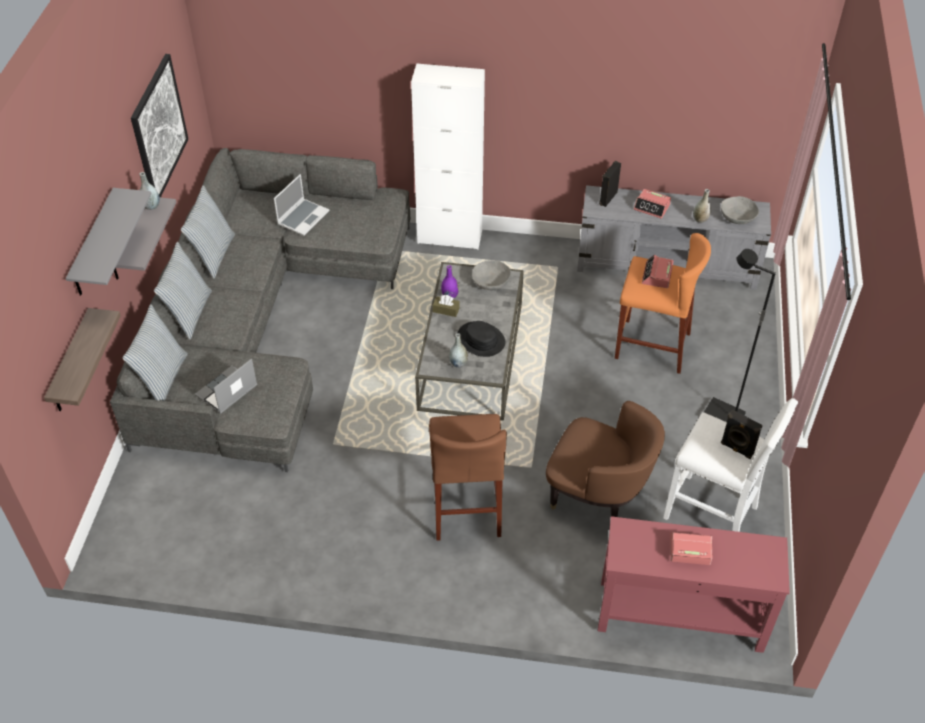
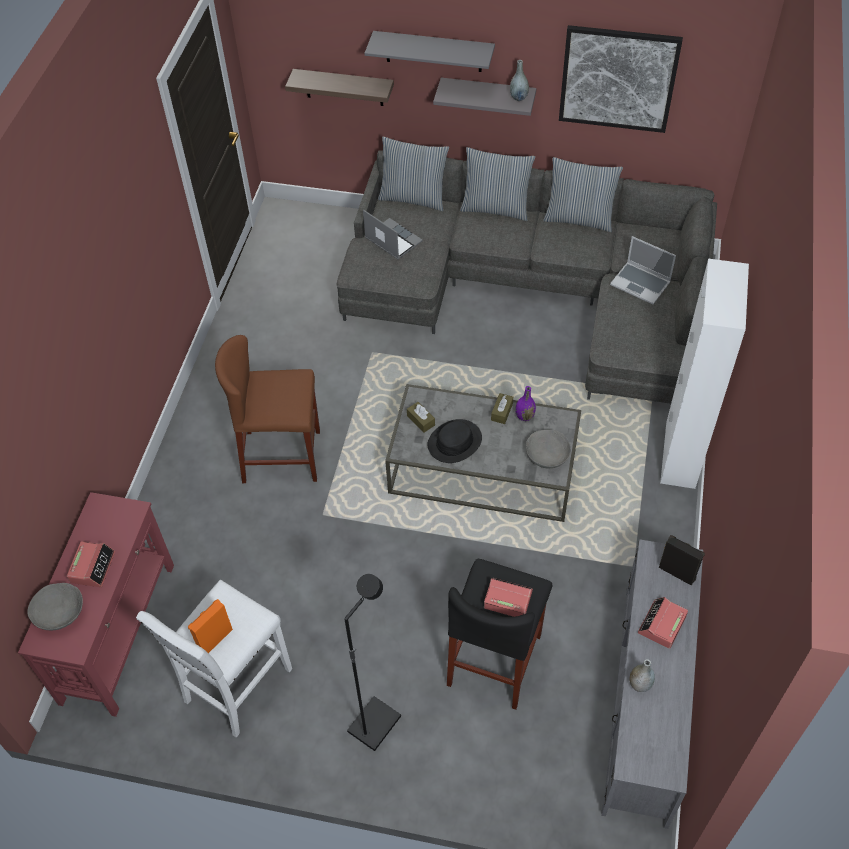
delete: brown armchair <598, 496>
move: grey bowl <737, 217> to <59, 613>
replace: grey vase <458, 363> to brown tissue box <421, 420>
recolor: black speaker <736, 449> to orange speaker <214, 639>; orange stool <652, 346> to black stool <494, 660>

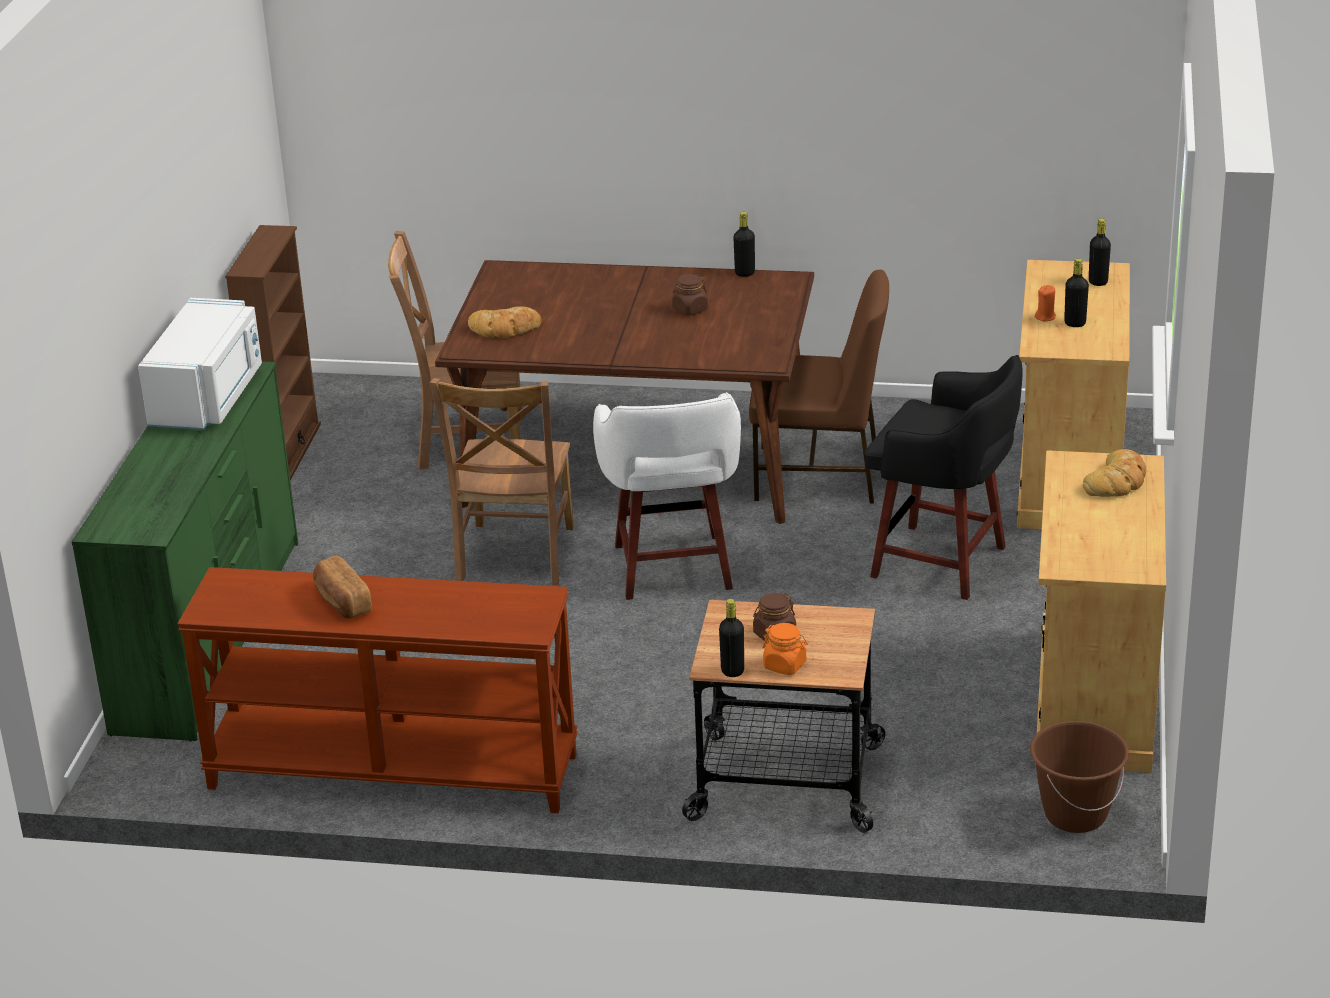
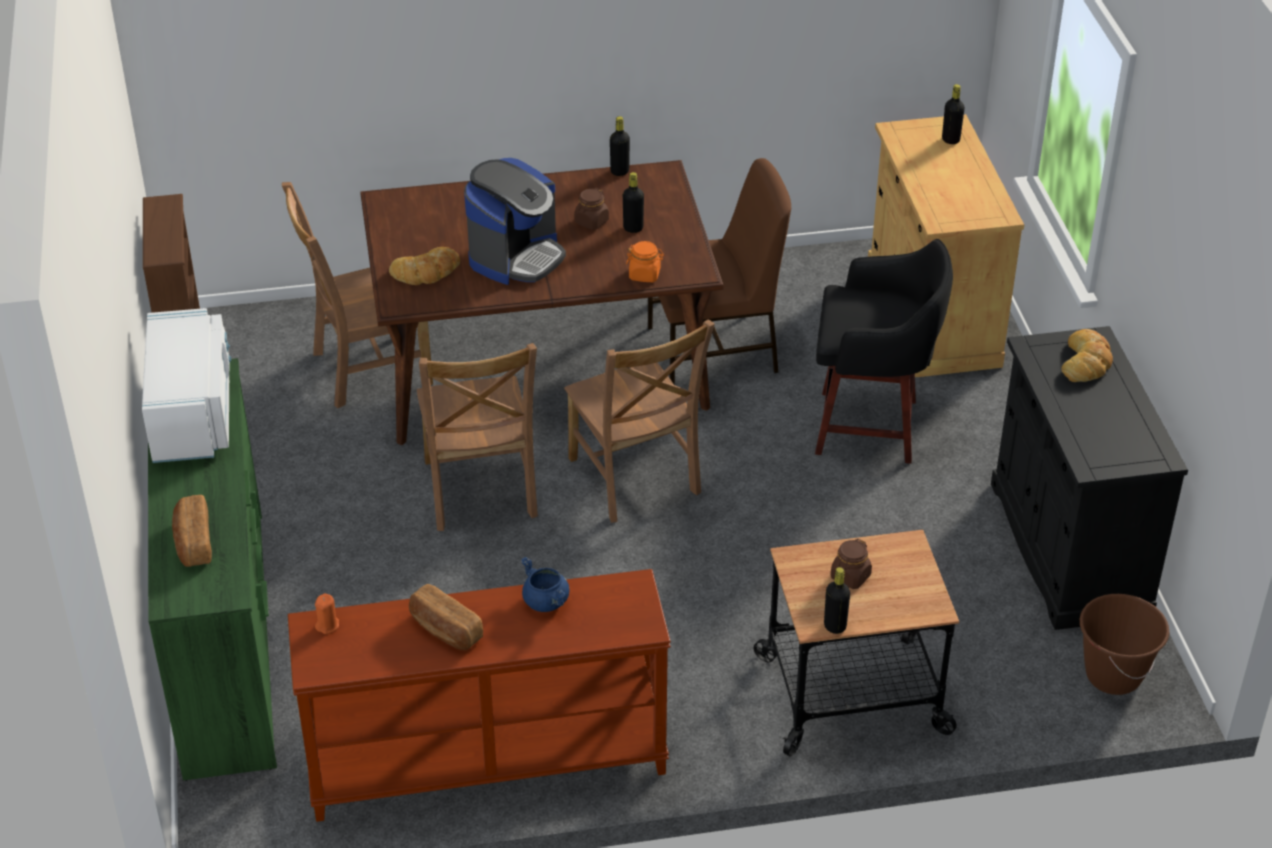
insert: bread <193, 542>; coffee machine <516, 257>; blue cooking pot <546, 602>
move: orange candle <1045, 317> to <327, 625>; black bottle <1075, 323> to <633, 228>; orange jar <785, 665> to <645, 275>
replace: white stool <673, 570> to brown chair <635, 479>
recolor: beige cabinet <1093, 698> to black cabinet <1068, 548>

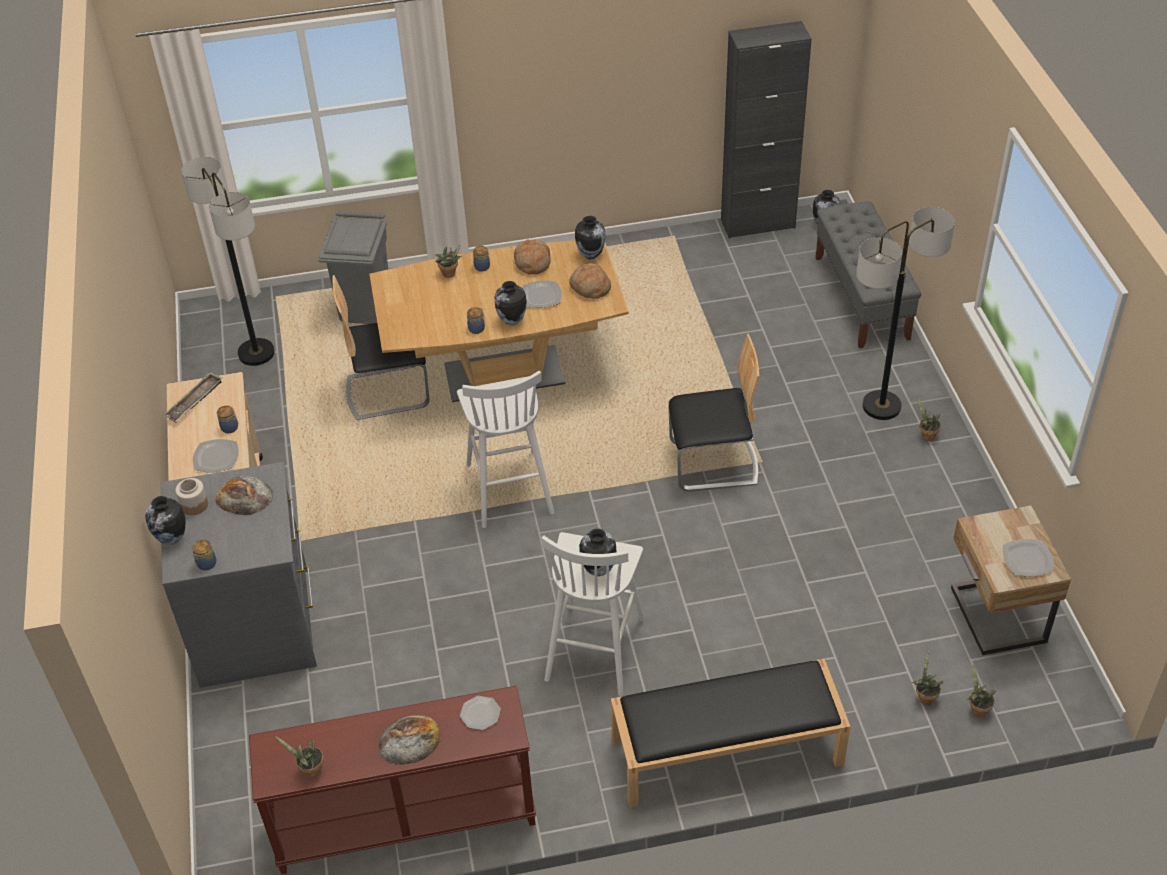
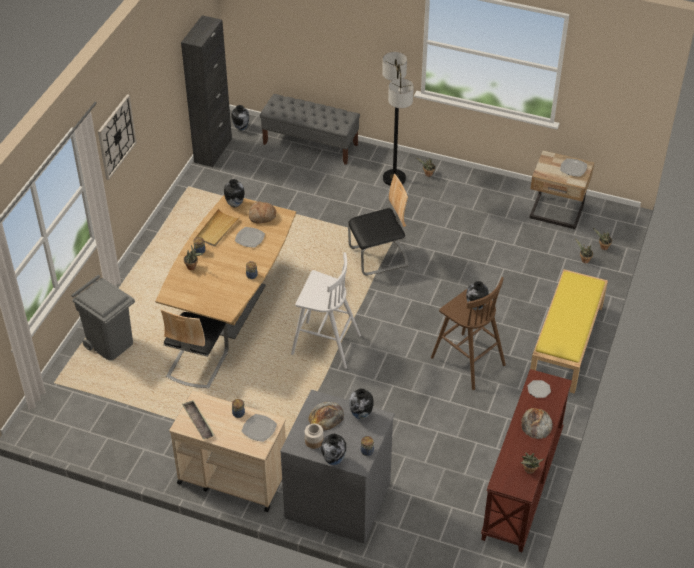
delete: floor lamp <256, 353>
insert: wall clock <116, 136>
move: vase <511, 321> to <361, 415>
replace: bread <532, 262> to beige tray <217, 229>
recolor: white stool <596, 647> to brown stool <466, 360>; black bench <725, 752> to yellow bench <566, 343>
rotate: chair <713, 463> = <379, 257> 45 degrees clockwise

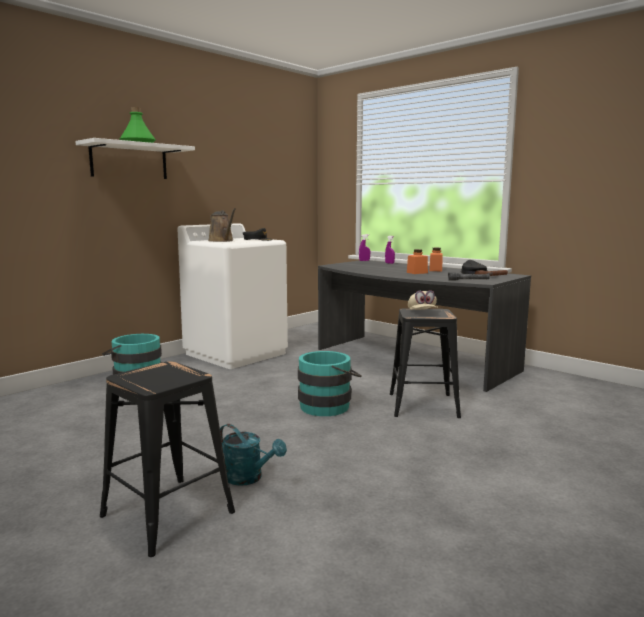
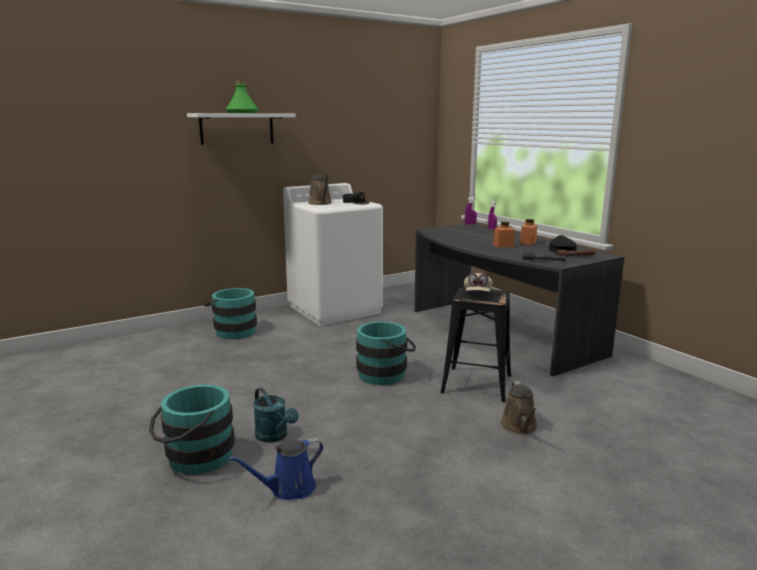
insert: blue watering can <289, 489>; brown watering can <519, 427>
replace: black stool <166, 514> to turquoise bucket <194, 458>

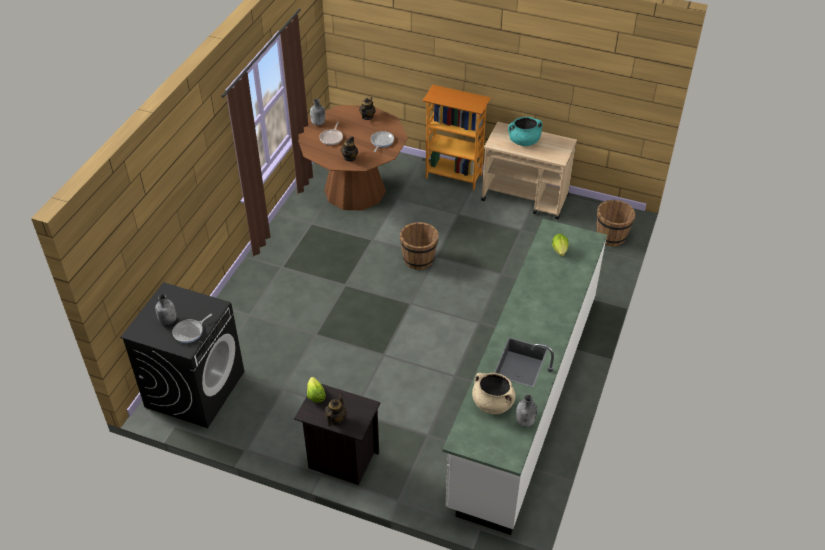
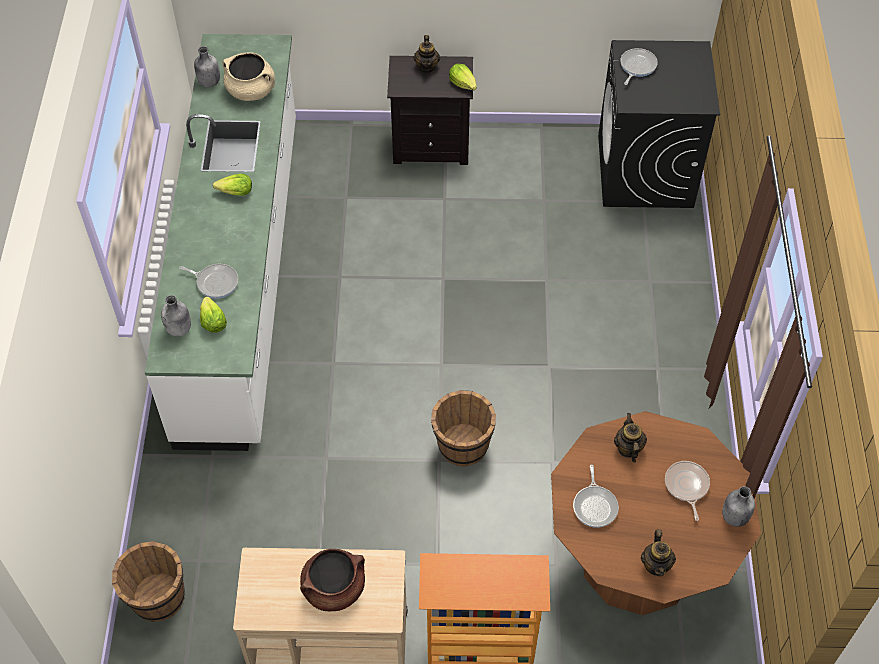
insert: frying pan <215, 282>; lettuce <235, 192>
move: grey bottle <168, 320> to <179, 329>
recolor: turquoise cooking pot <524, 141> to brown cooking pot <334, 588>

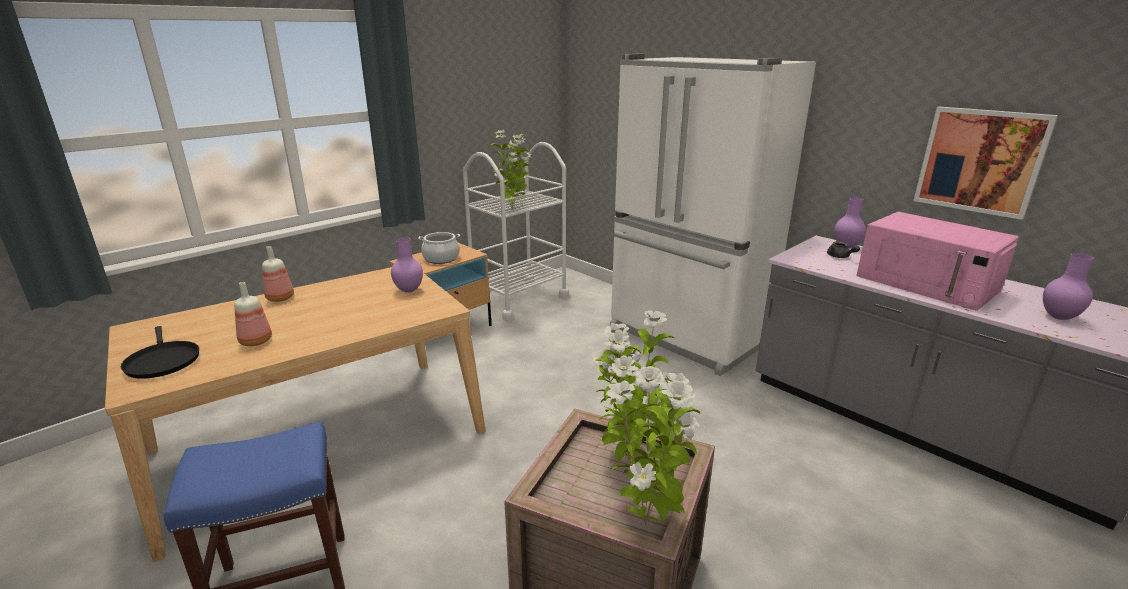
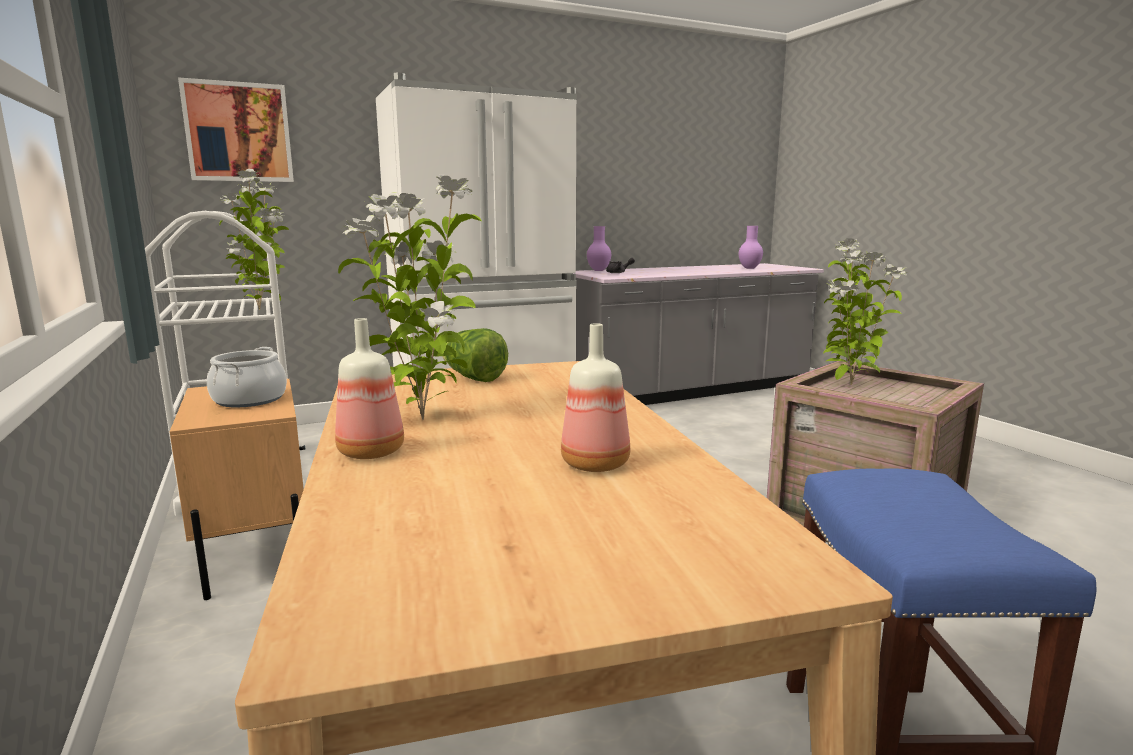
delete: black frying pan <162, 361>; pink microwave <927, 283>
move: picture <980, 161> to <238, 132>; potted plant <647, 523> to <422, 418>
replace: purple vase <408, 291> to lettuce <473, 378>

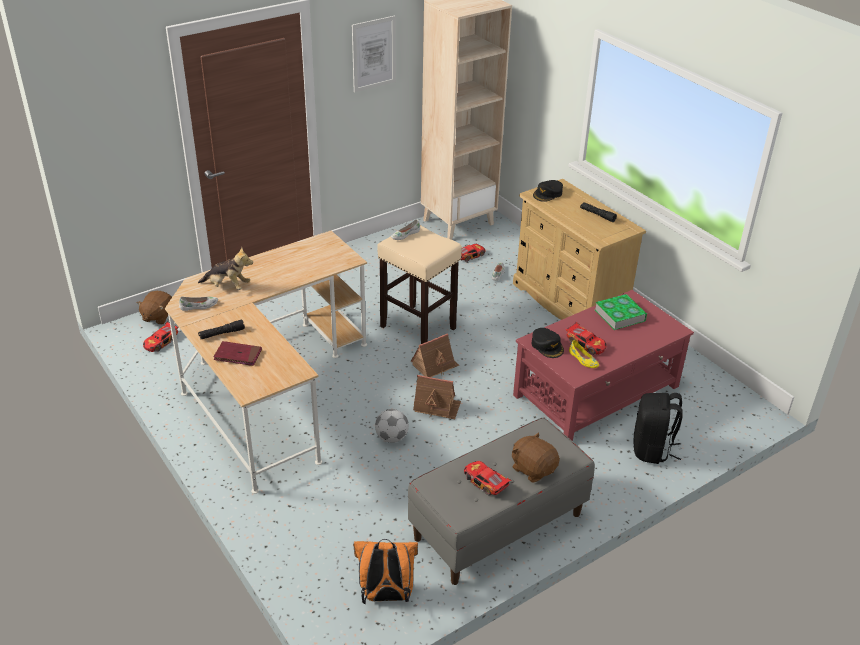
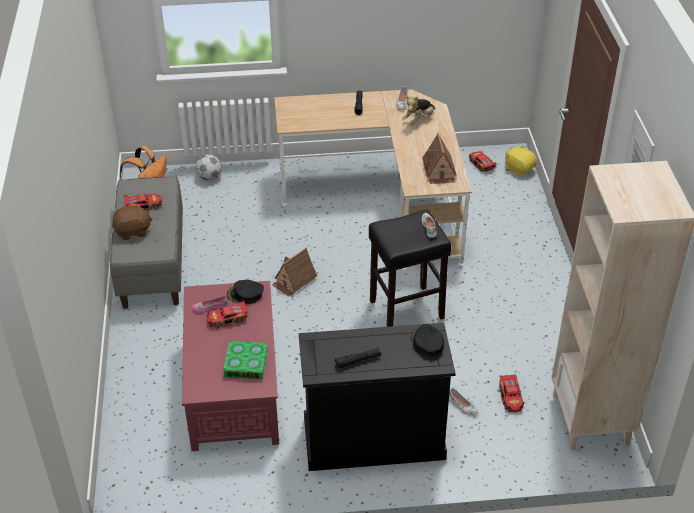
delete: red book <238, 355>; black backpack <652, 449>
move: football <391, 437> to <210, 177>; toy house <435, 365> to <439, 171>
recolor: yellow shoe <583, 360> to pink shoe <210, 307>; beige dresser <569, 303> to black dresser <373, 438>; beige stool <419, 327> to black stool <405, 310>; brown plush toy <157, 317> to yellow plush toy <519, 169>

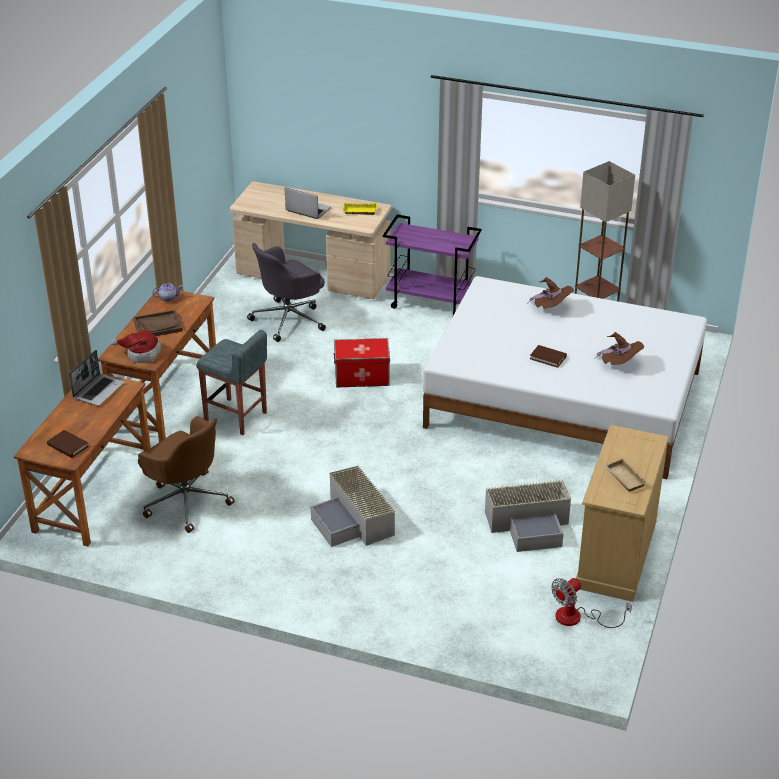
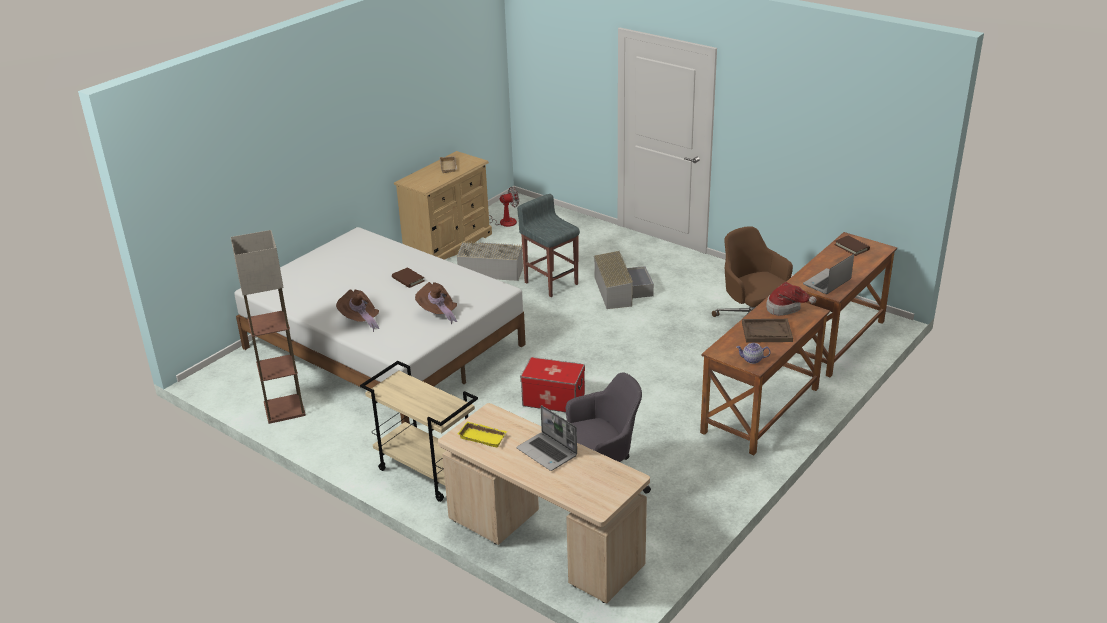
move: brown hat <620, 364> to <438, 313>; grey stool <236, 417> to <550, 282>
recolor: purple cart <431, 303> to beige cart <426, 472>

